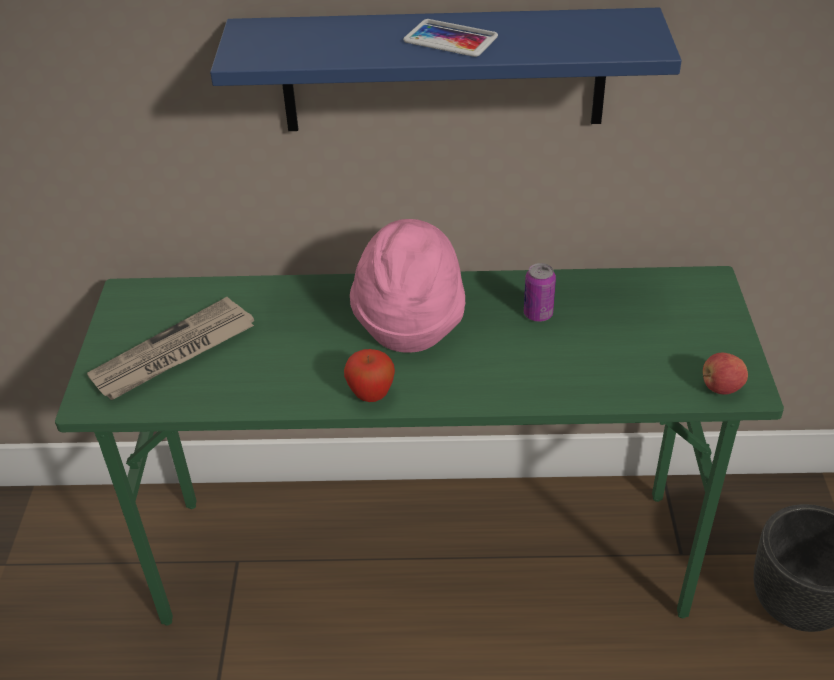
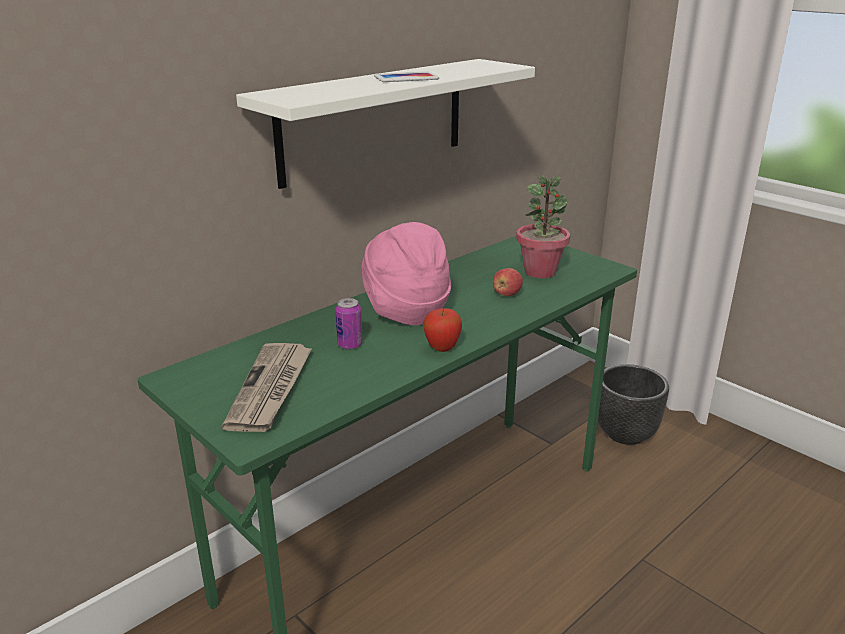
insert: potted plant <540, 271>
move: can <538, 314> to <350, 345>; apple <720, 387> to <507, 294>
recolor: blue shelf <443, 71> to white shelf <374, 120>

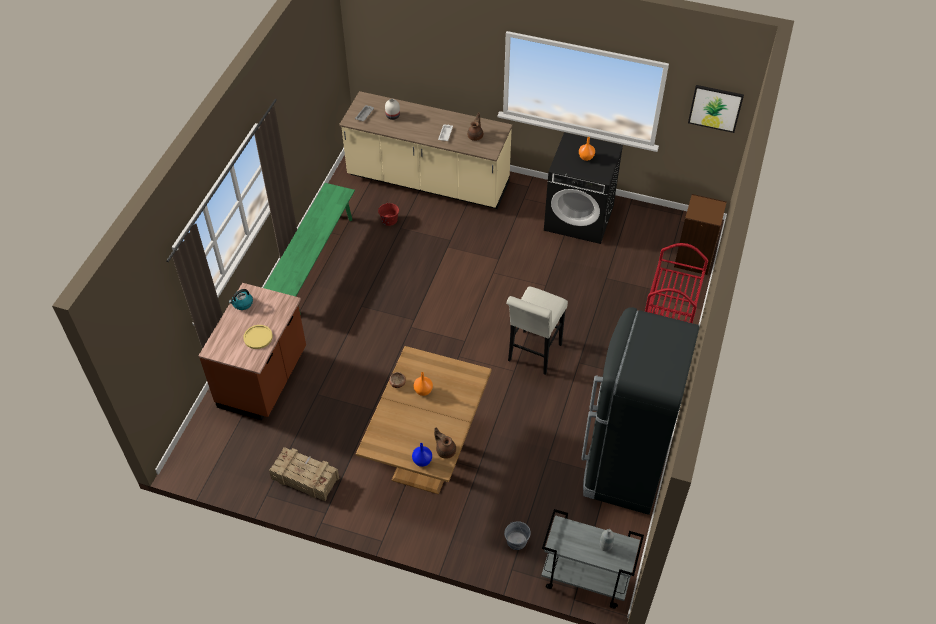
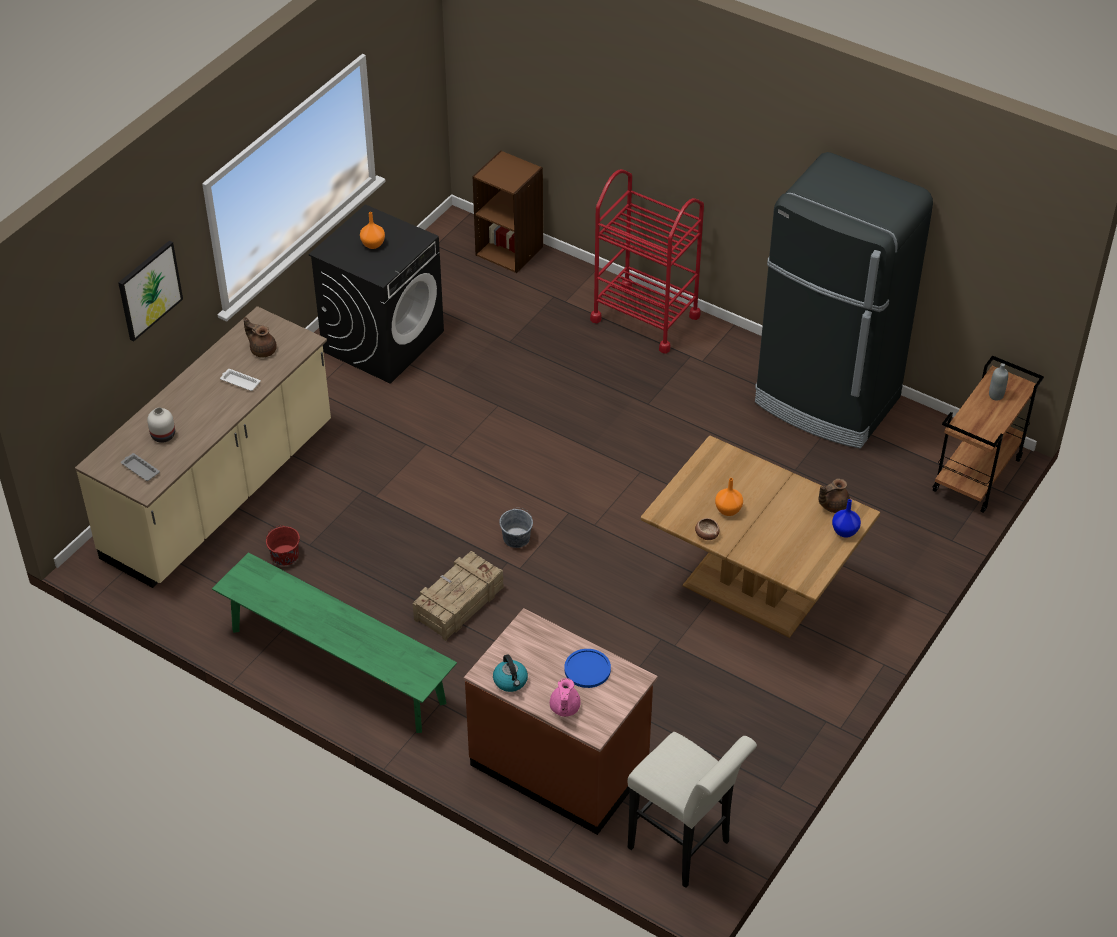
insert: pink teapot <564, 708>
move: picture <715, 108> to <149, 290>; crate <305, 478> to <458, 603>; grey bucket <516, 541> to <516, 538>; white stool <533, 355> to <684, 848>
recolor: yellow plate <258, 337> to blue plate <587, 669>; grey cart <584, 579> to brown cart <977, 476>

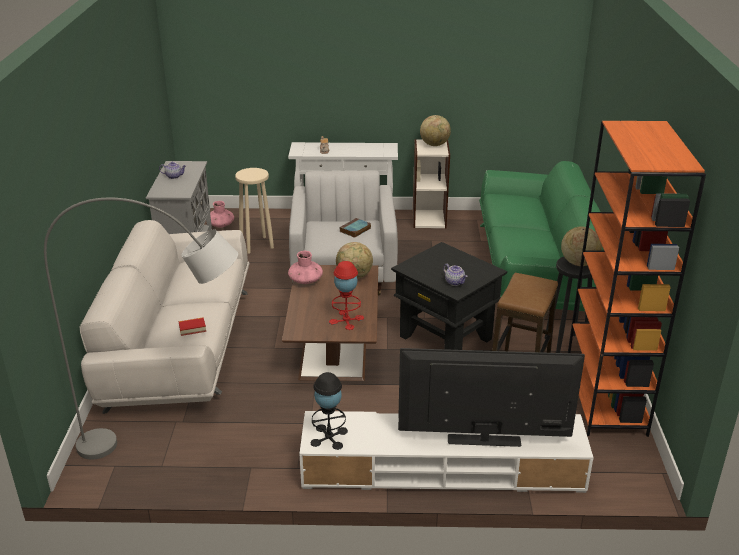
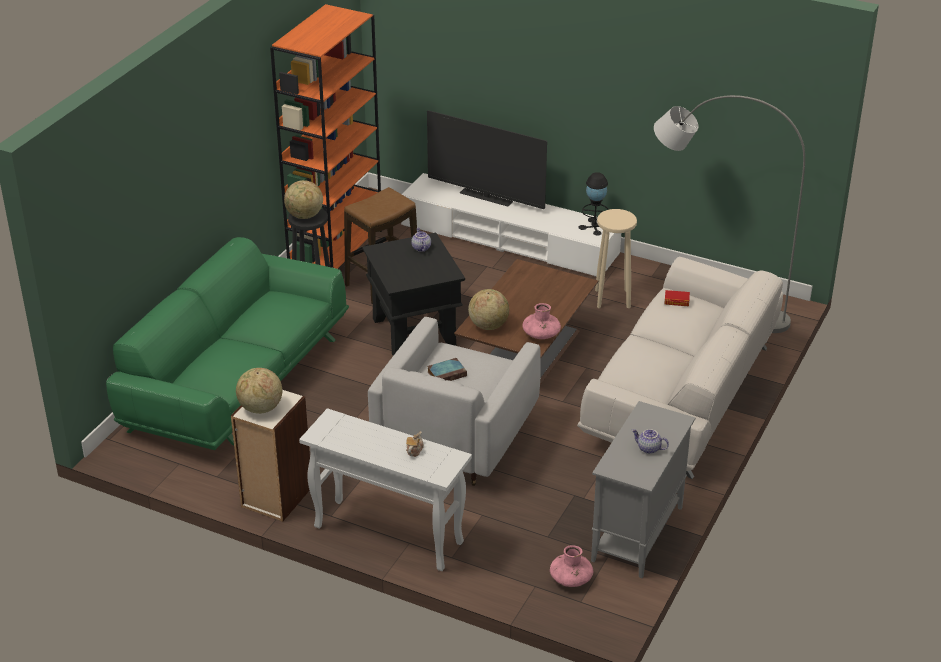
delete: red table lamp <346, 320>
move: beige stool <257, 244> to <612, 298>

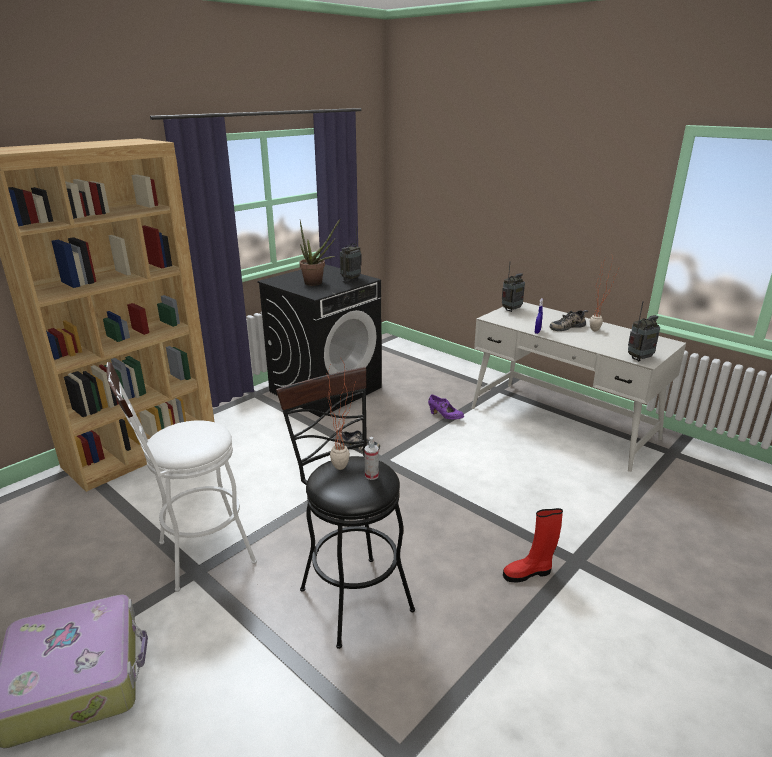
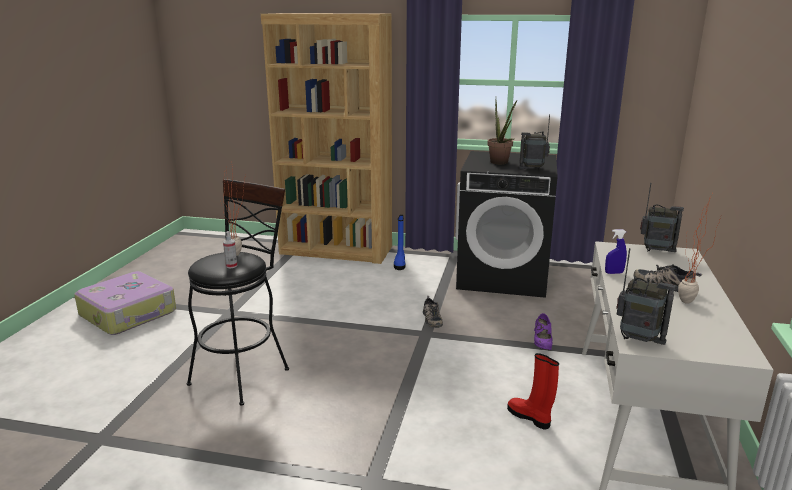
delete: white stool <197, 555>
insert: blue boot <400, 263>
move: red boot <528, 573> to <530, 417>

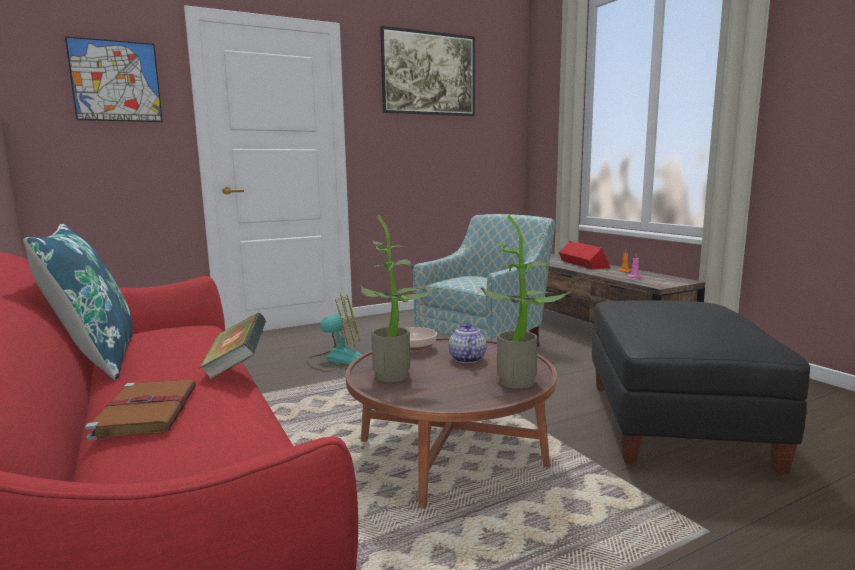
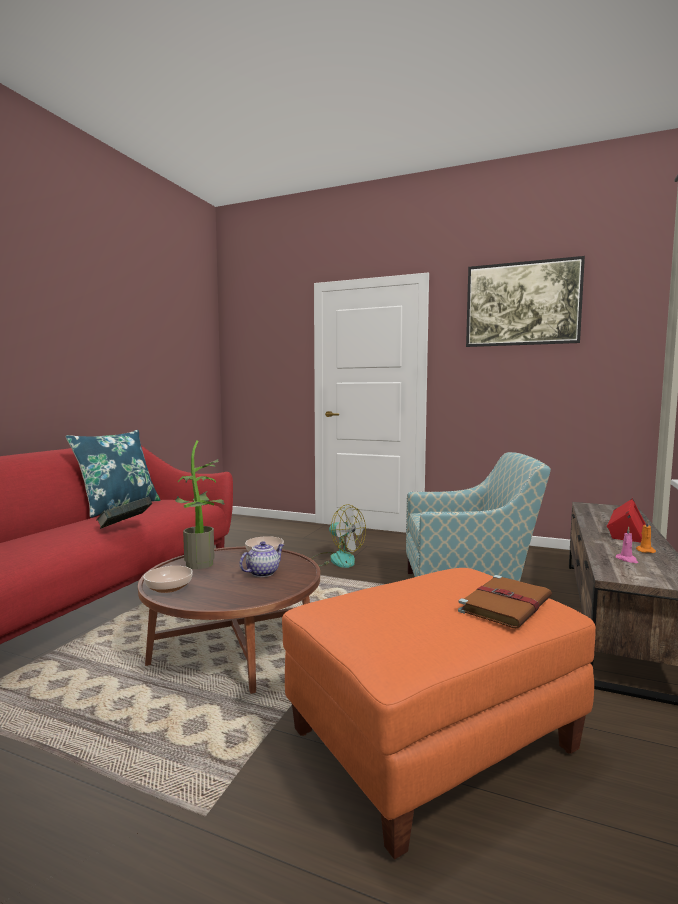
delete: picture <116, 81>; potted plant <521, 380>
insert: bowl <169, 587>
move: brown book <147, 411> to <506, 604>
recolor: black ottoman <675, 425> to orange ottoman <433, 741>

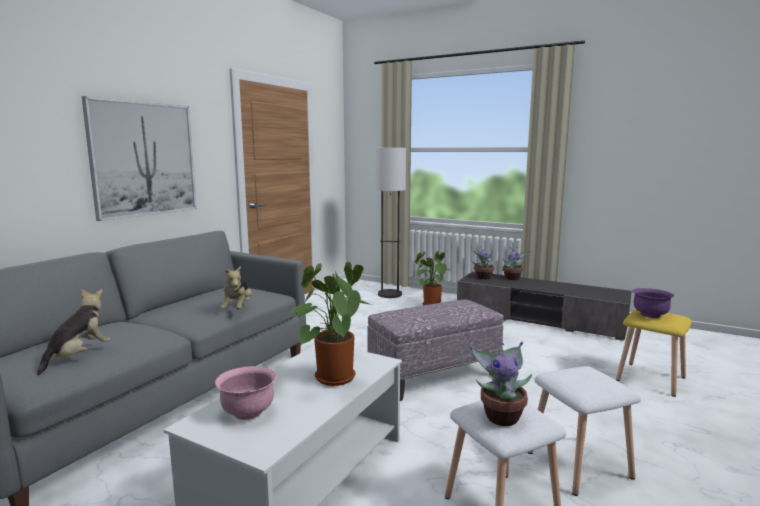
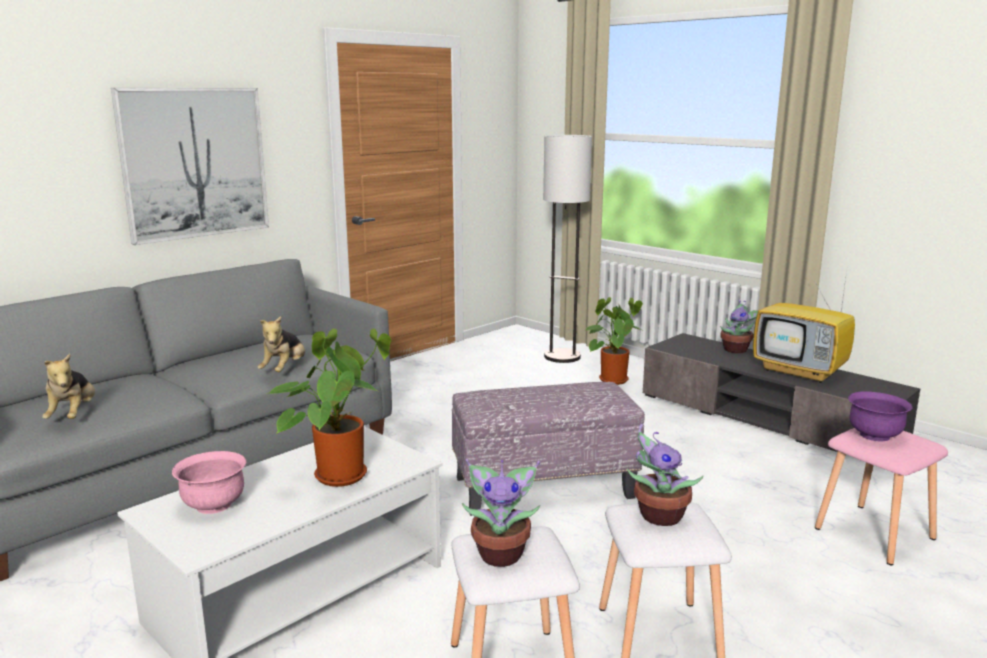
insert: television <801, 372>
move: potted plant <482, 277> to <658, 516>
recolor: yellow stool <651, 379> to pink stool <874, 534>
rotate: plush toy <78, 356> = <73, 415> 135 degrees clockwise

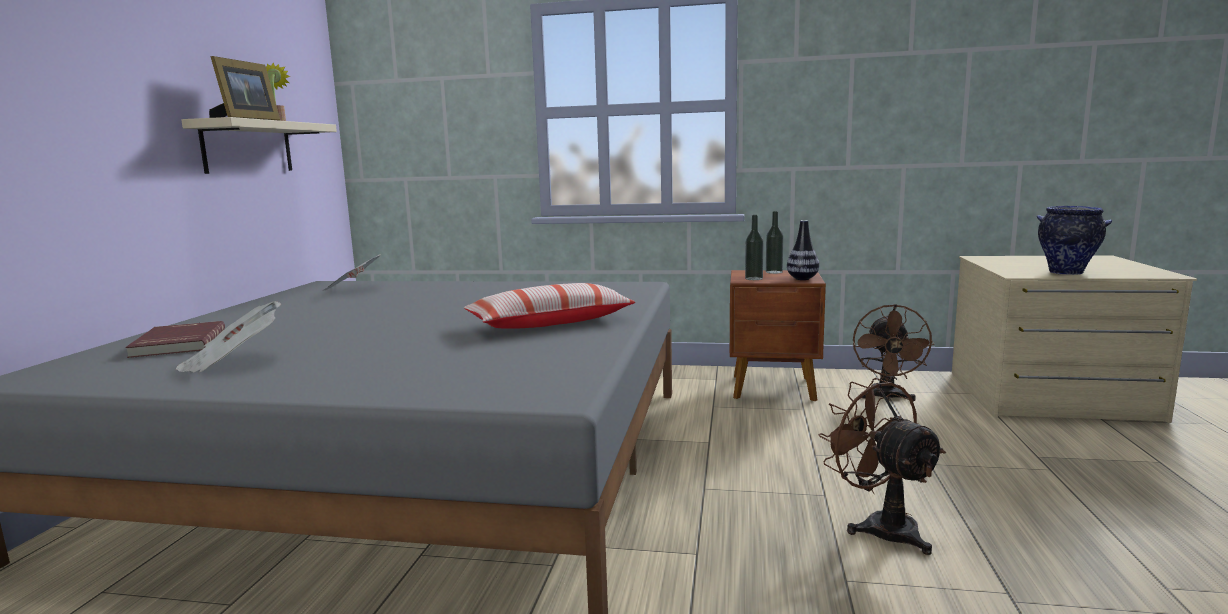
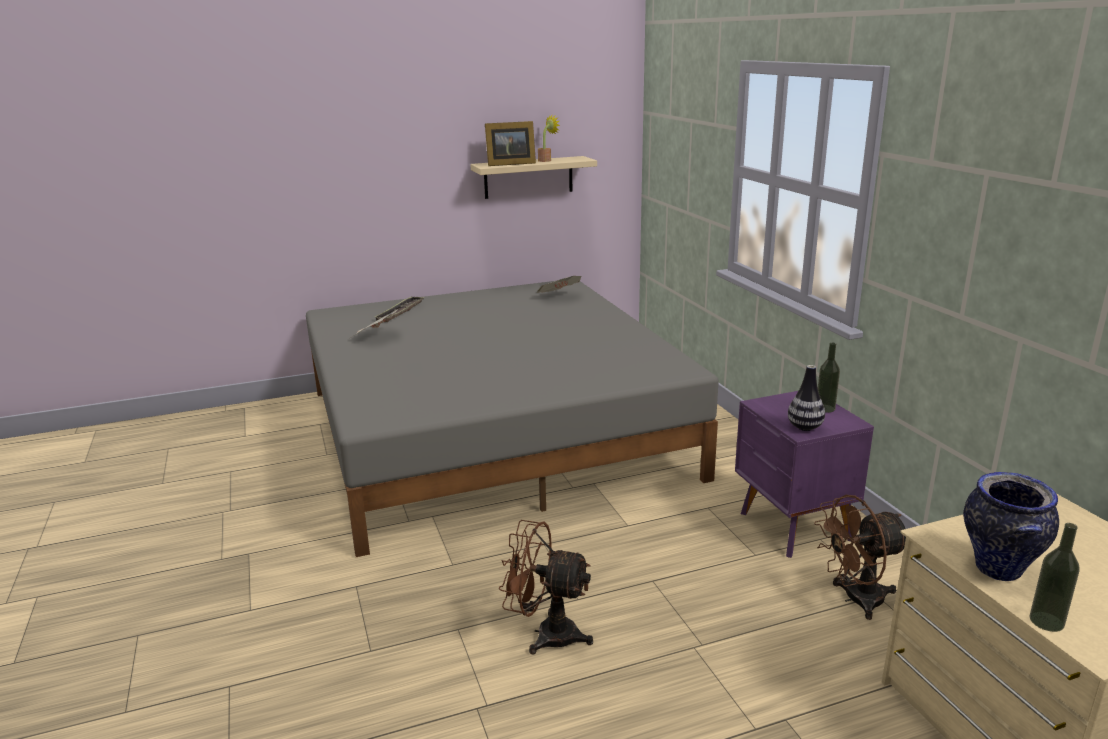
delete: pillow <550, 323>
move: bottle <753, 278> to <1046, 621>
replace: red book <177, 343> to tray <400, 312>
recolor: brown nightstand <774, 388> to purple nightstand <794, 527>
rotate: brown fan <880, 526> = <546, 634> 105 degrees counterclockwise

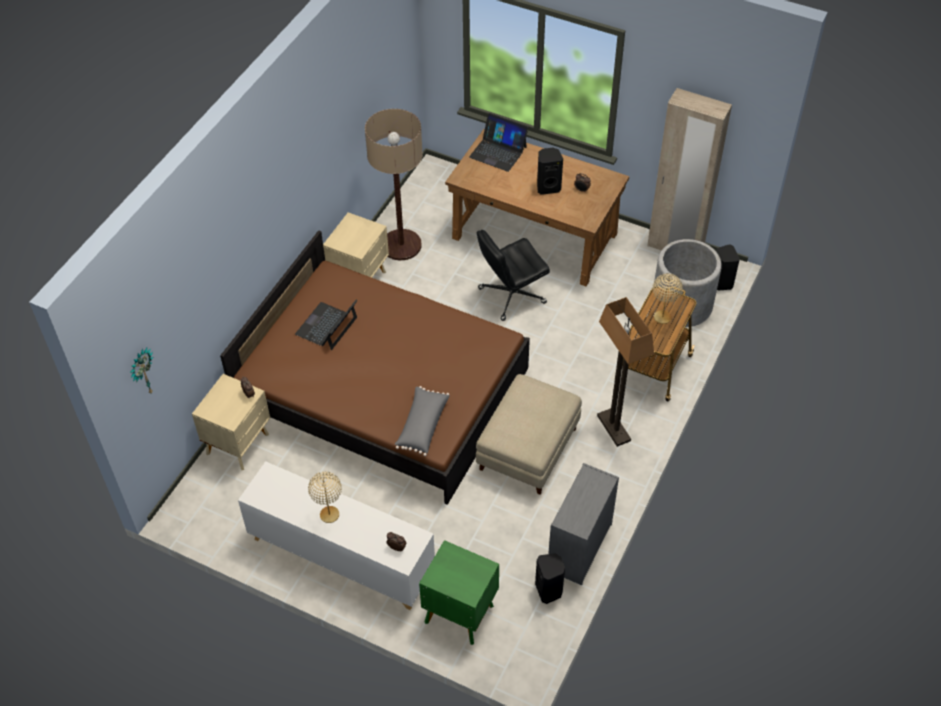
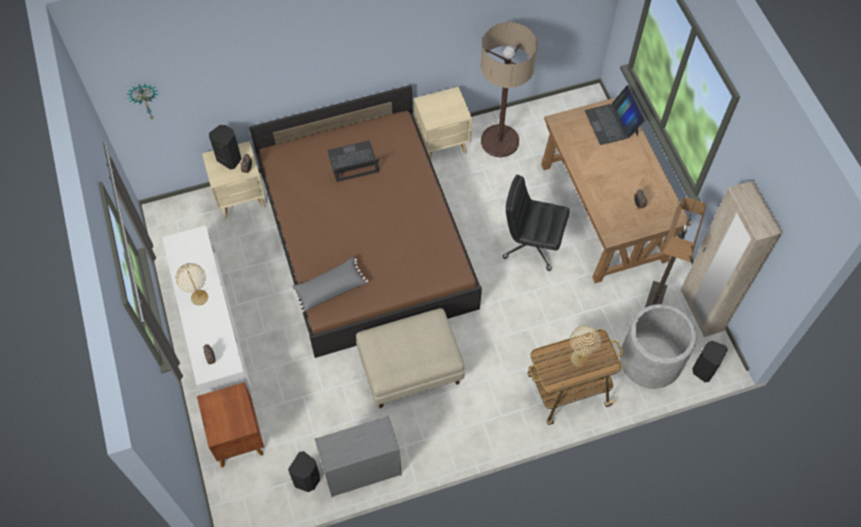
move: black speaker <548, 187> to <230, 159>; floor lamp <614, 428> to <655, 300>
recolor: green nightstand <459, 612> to brown nightstand <238, 438>

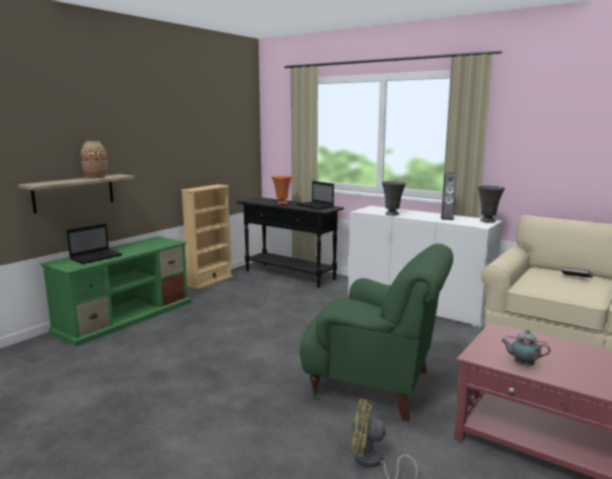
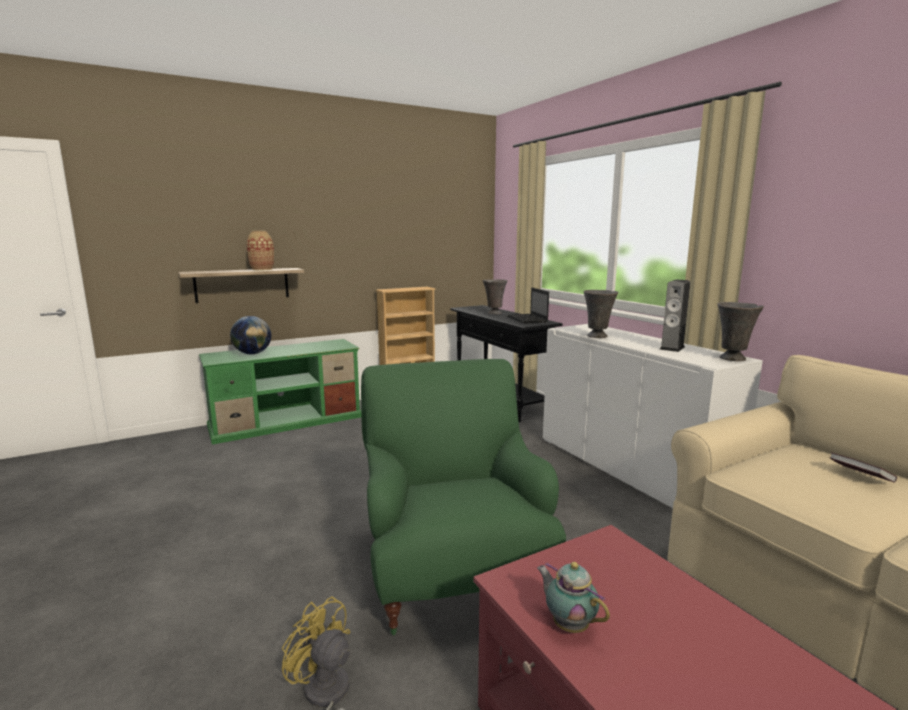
replace: laptop <97, 257> to globe <252, 353>
recolor: orange vase <281, 203> to grey vase <494, 313>
rotate: green armchair <375, 385> = <453, 574> 150 degrees counterclockwise

